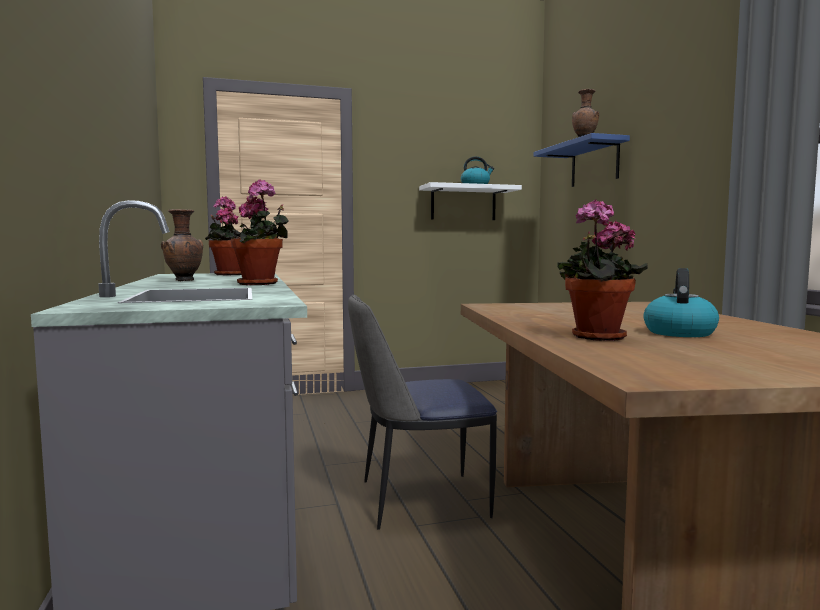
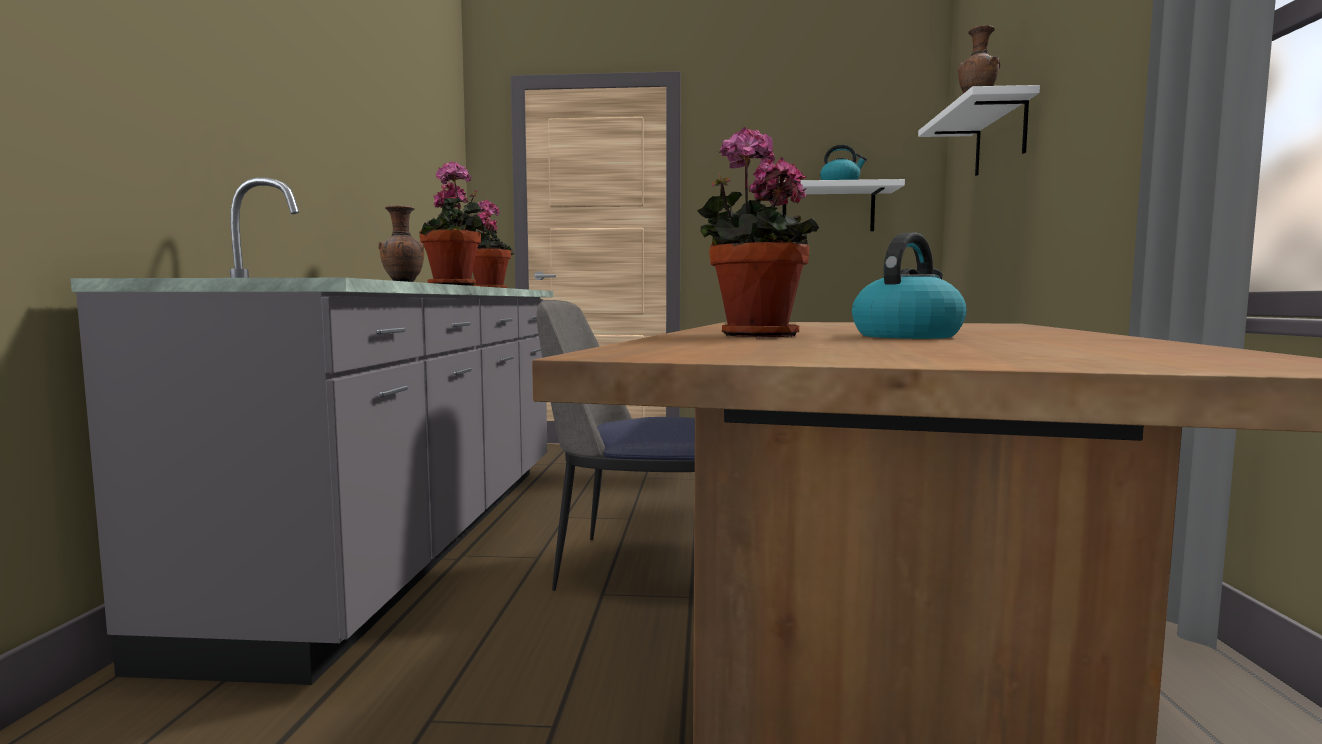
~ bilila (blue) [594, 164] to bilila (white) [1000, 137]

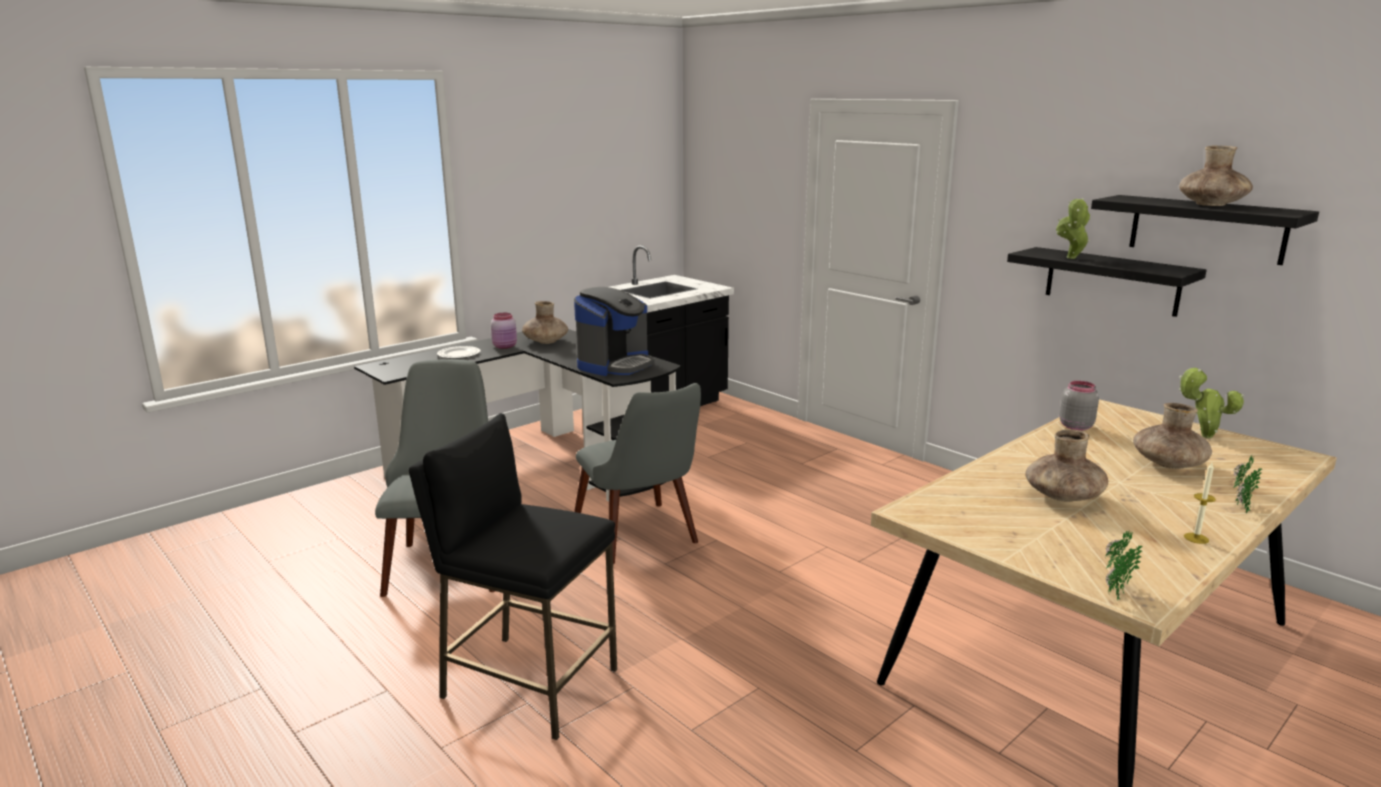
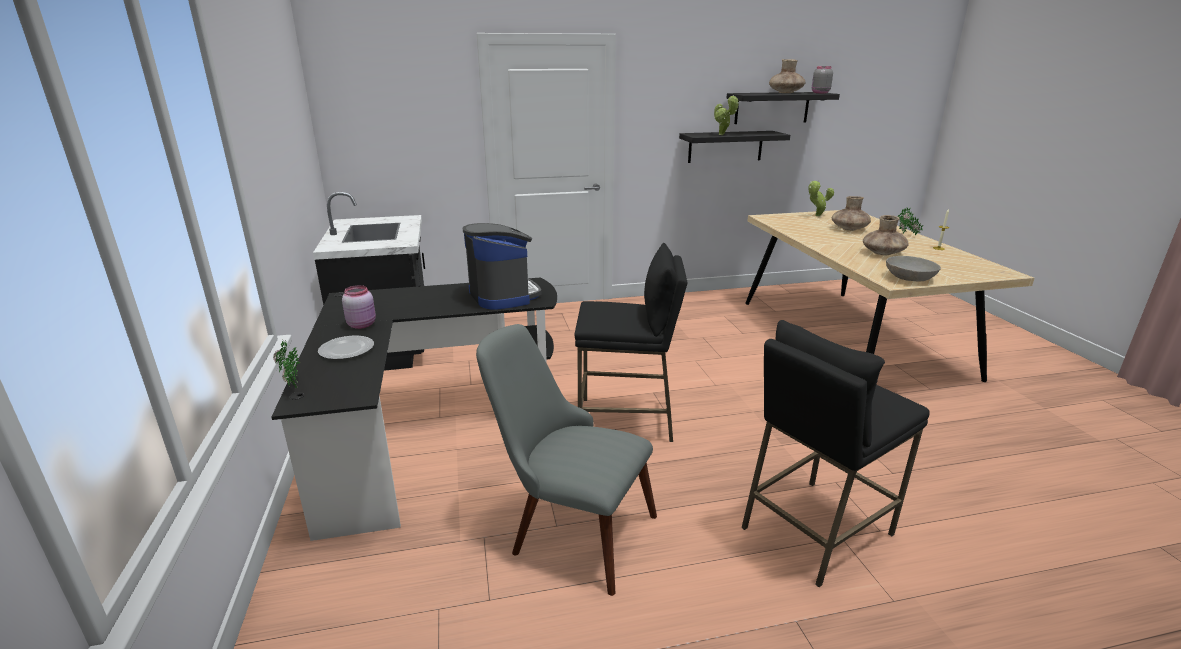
- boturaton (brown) [546, 341]
~ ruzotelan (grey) [643, 539] to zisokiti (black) [626, 420]
~ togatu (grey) [1075, 426] to [819, 93]
~ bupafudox [1114, 593] to [291, 386]
+ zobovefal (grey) [909, 278]

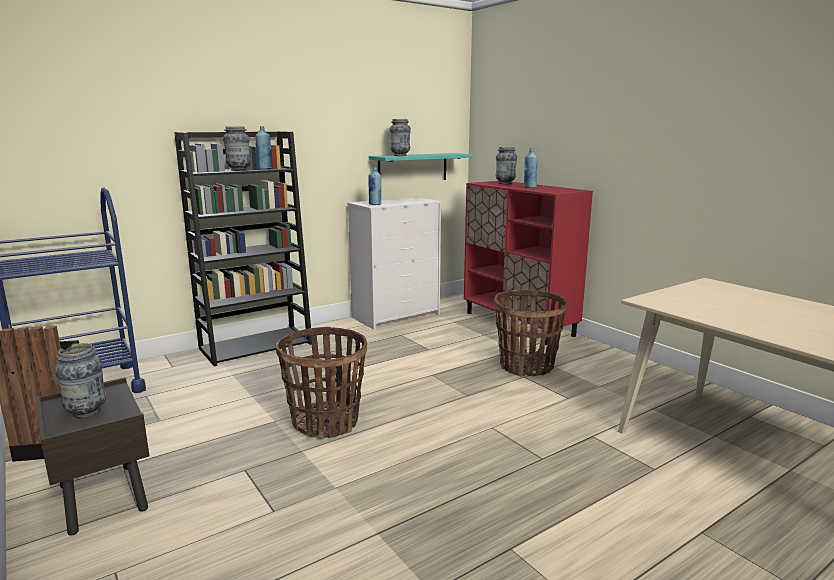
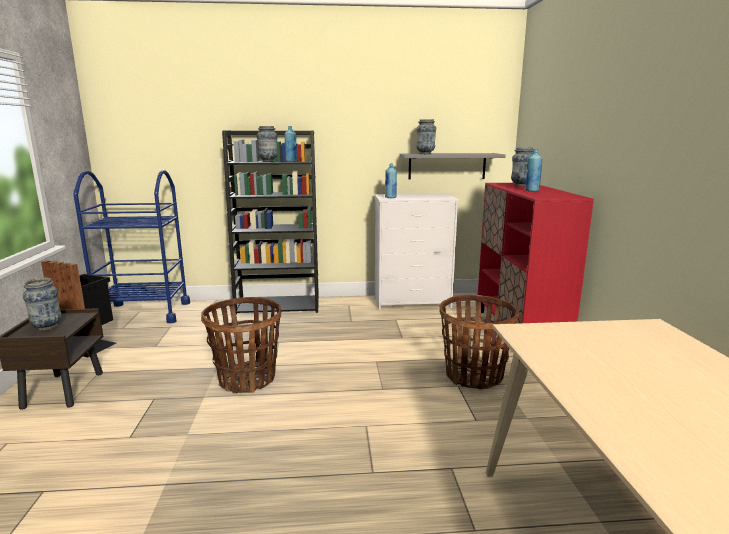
~ bilila (turquoise) [413, 168] to bilila (grey) [447, 166]

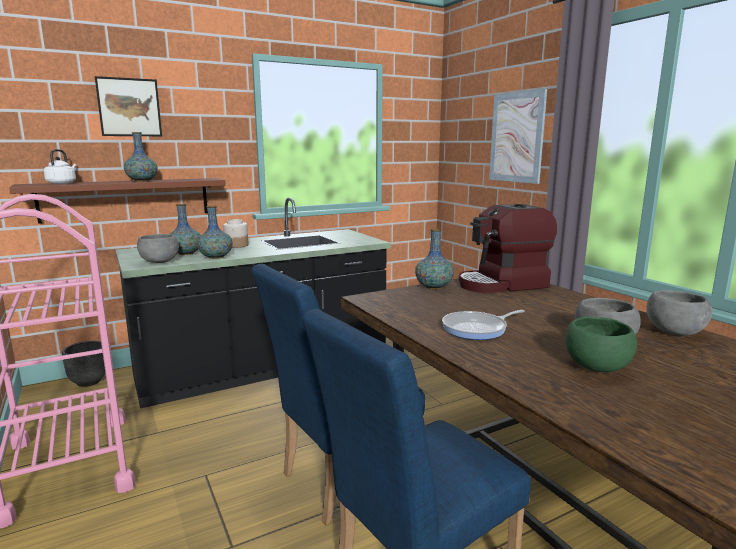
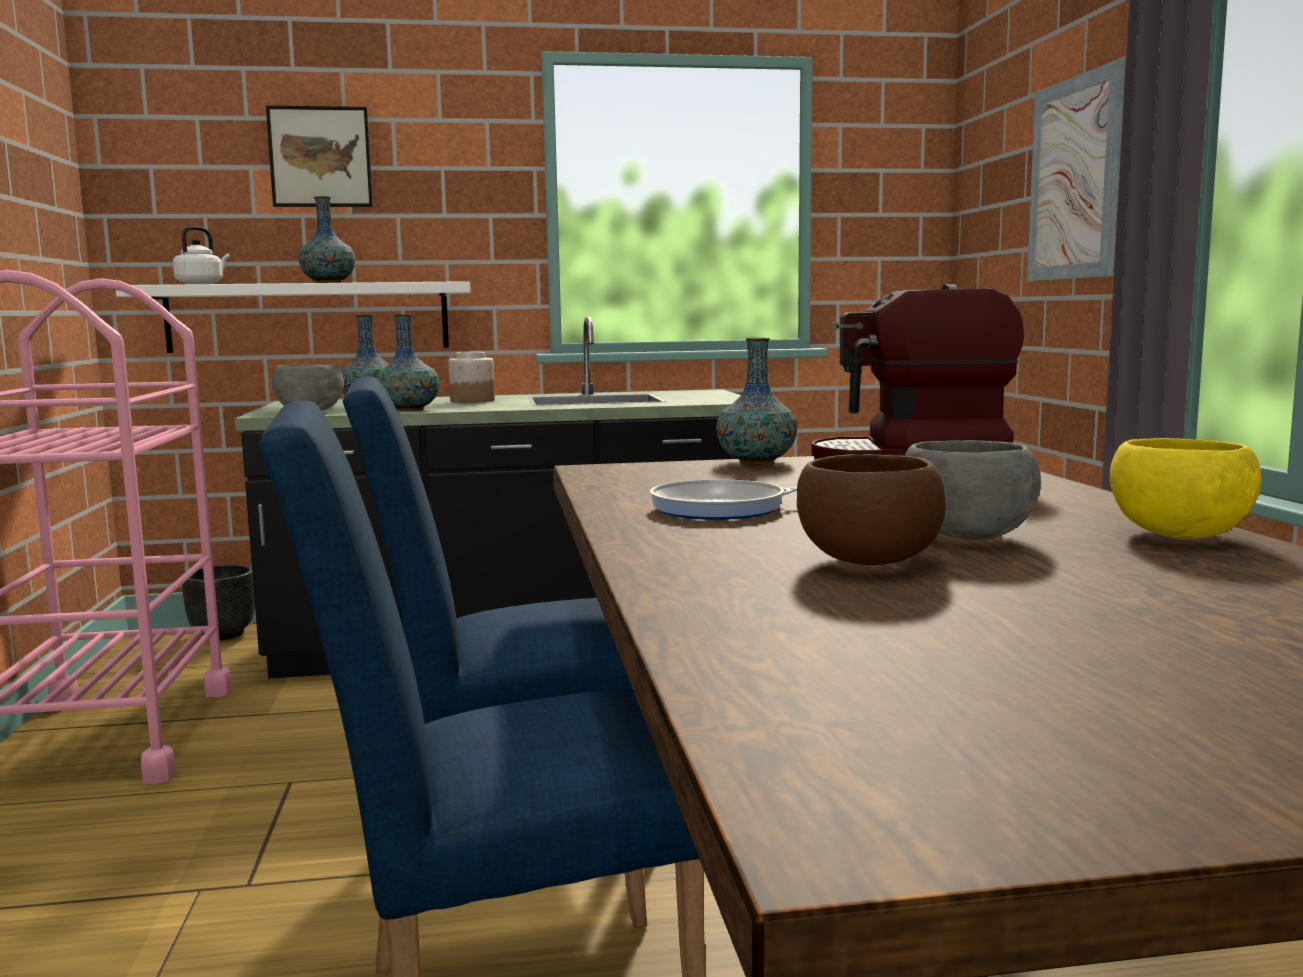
~ bilila (brown) [126, 199] to bilila (white) [308, 317]
~ zobovefal (green) [596, 367] to zobovefal (brown) [868, 562]
~ zobovefal (grey) [674, 332] to zobovefal (yellow) [1180, 536]

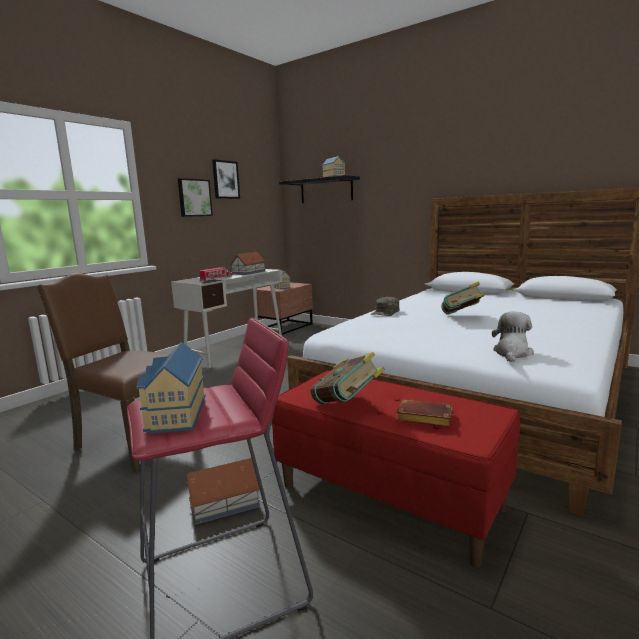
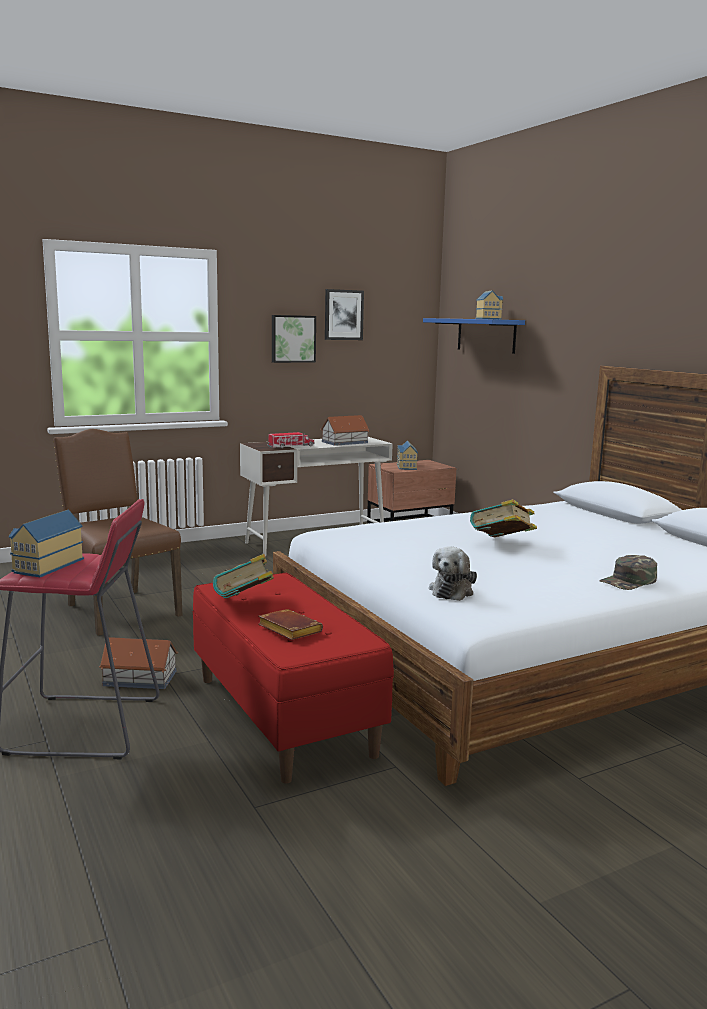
~ bilila (black) [326, 190] to bilila (blue) [486, 335]
~ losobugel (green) [385, 312] to [629, 581]
~ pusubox [512, 353] = [452, 591] 150 degrees clockwise

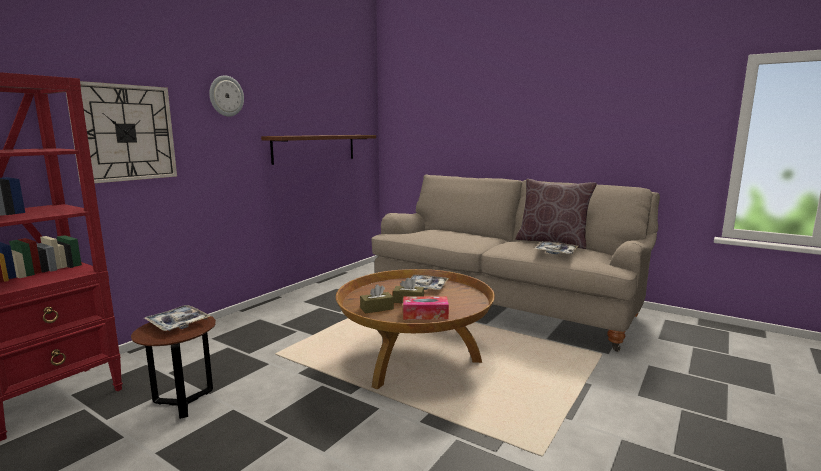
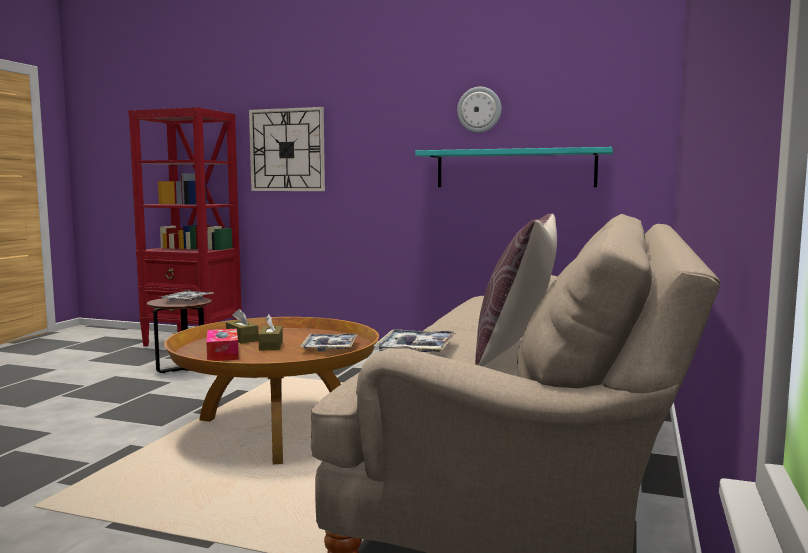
~ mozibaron [226, 96] to [479, 110]
~ bilila (brown) [315, 148] to bilila (turquoise) [515, 169]

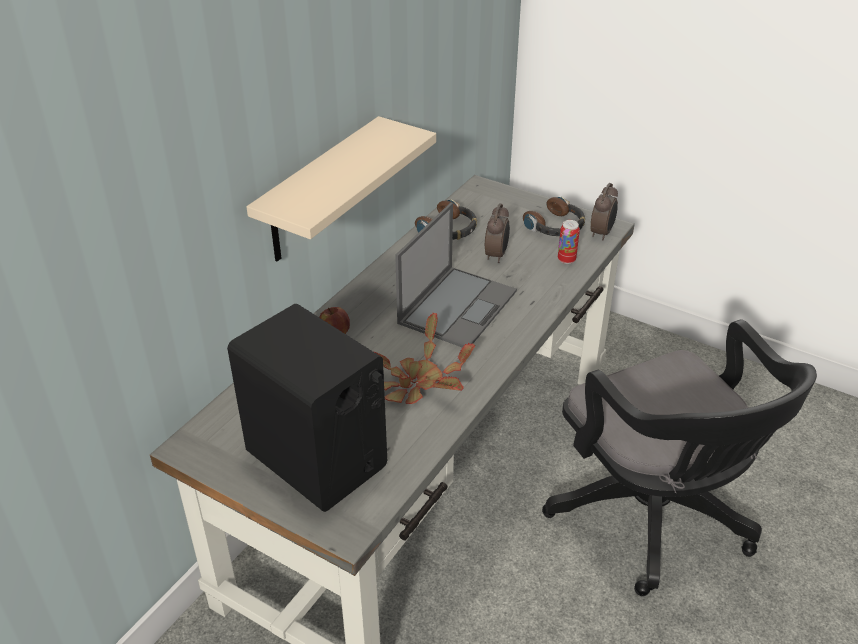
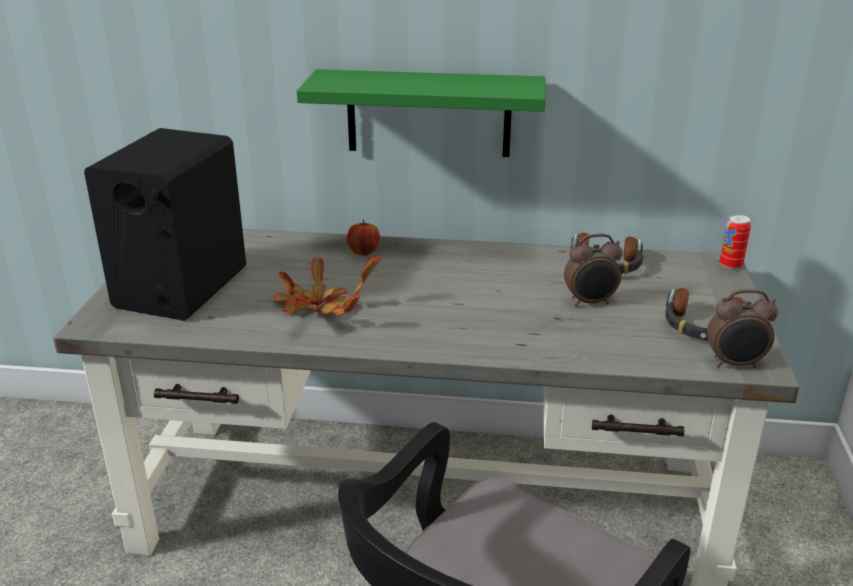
~ bilila (beige) [320, 191] to bilila (green) [428, 113]
- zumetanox [458, 306]
~ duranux [566, 260] to [730, 265]

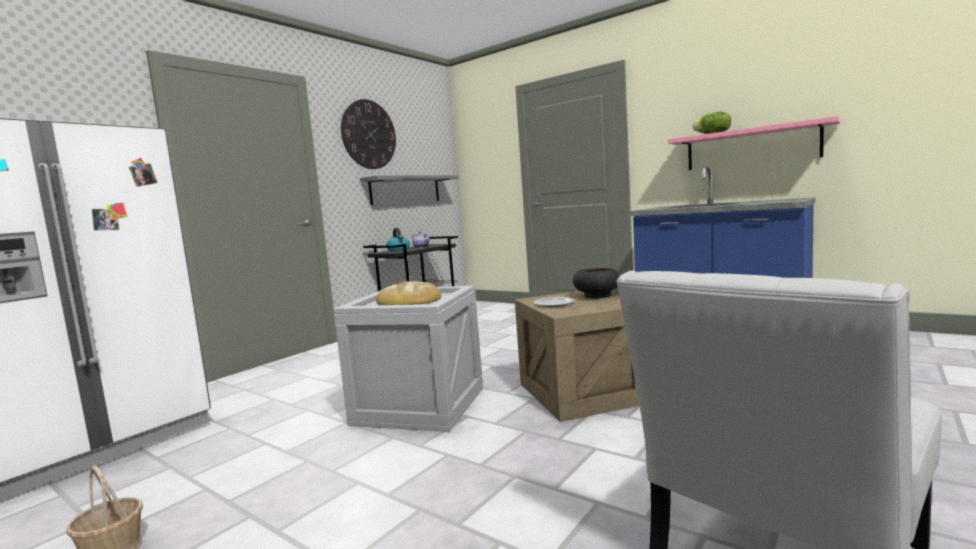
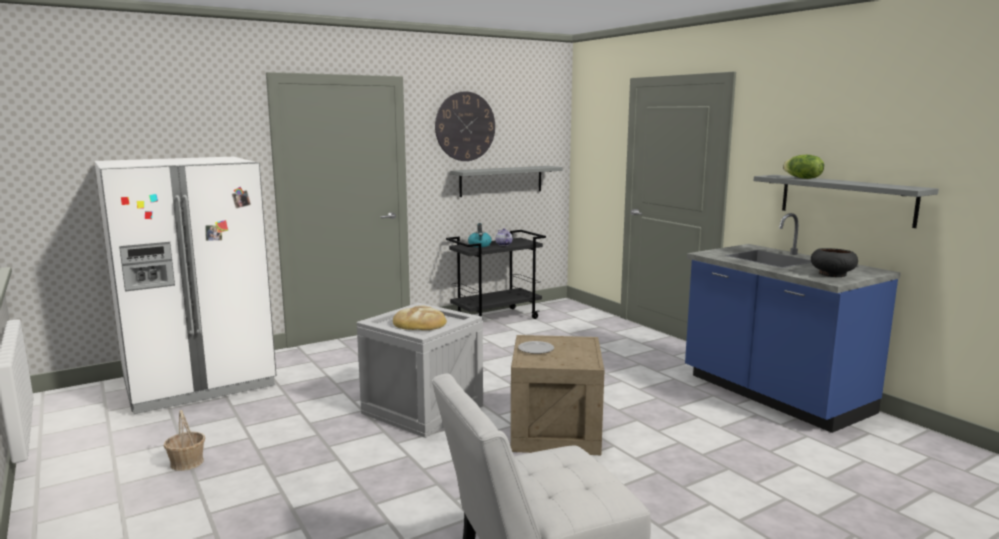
~ zobovefal (black) [596, 296] to [832, 274]
~ bilila (pink) [751, 147] to bilila (grey) [846, 199]

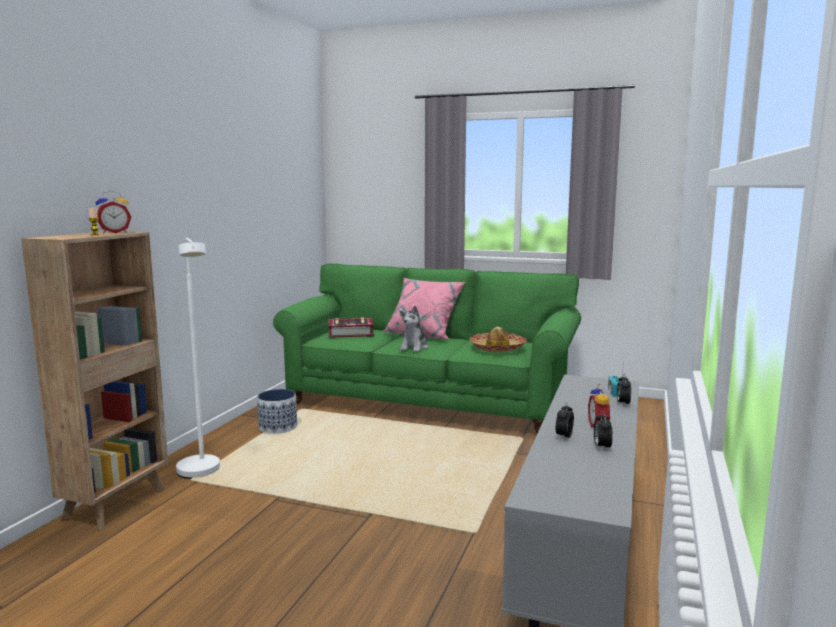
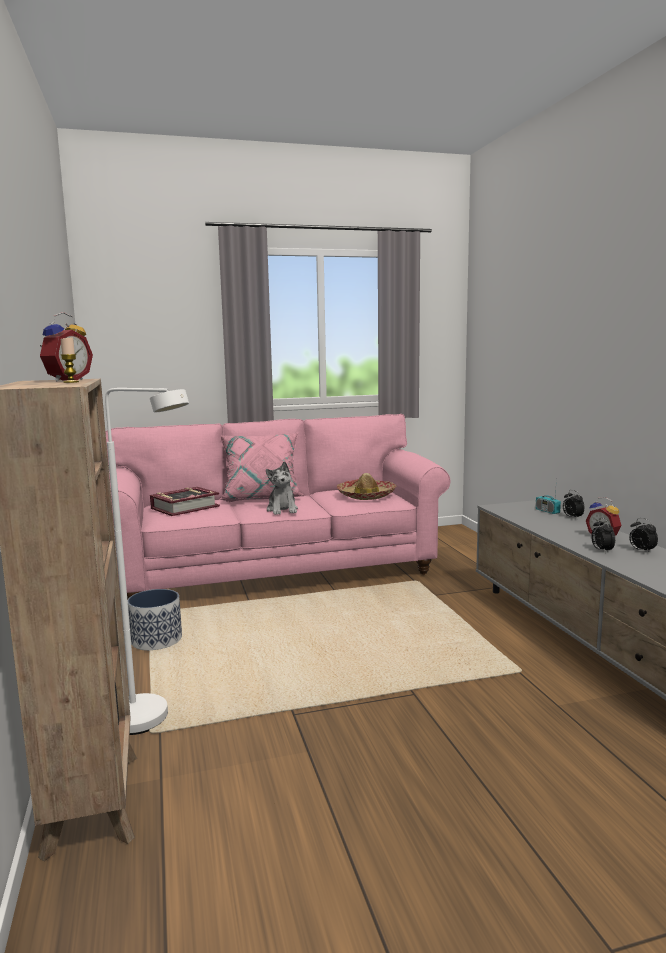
~ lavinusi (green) [428, 400] to lavinusi (pink) [276, 570]

